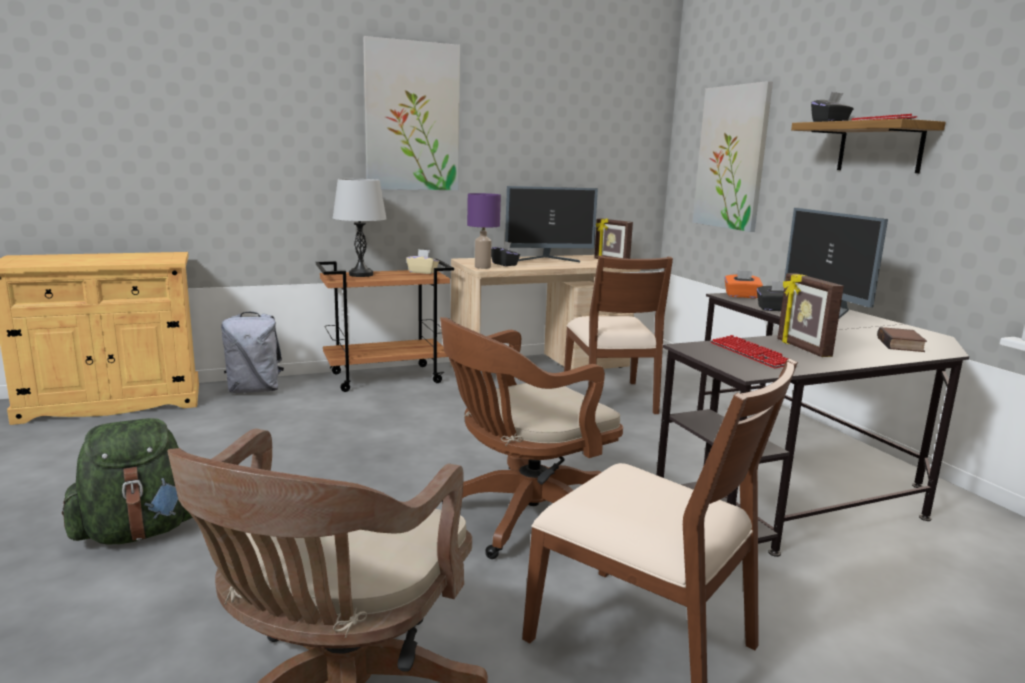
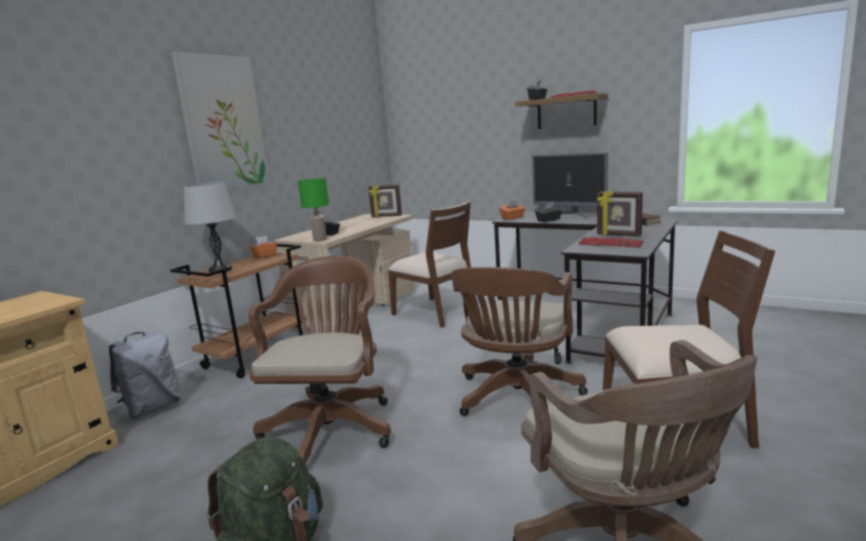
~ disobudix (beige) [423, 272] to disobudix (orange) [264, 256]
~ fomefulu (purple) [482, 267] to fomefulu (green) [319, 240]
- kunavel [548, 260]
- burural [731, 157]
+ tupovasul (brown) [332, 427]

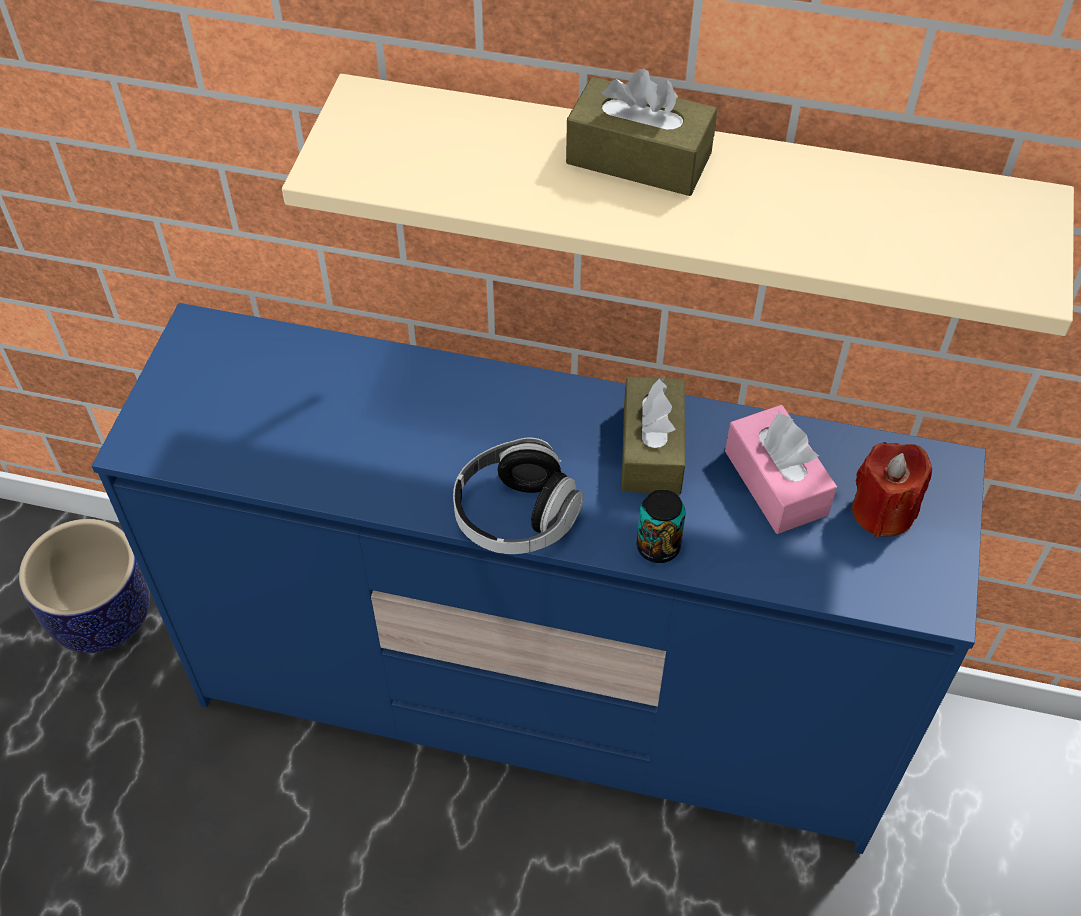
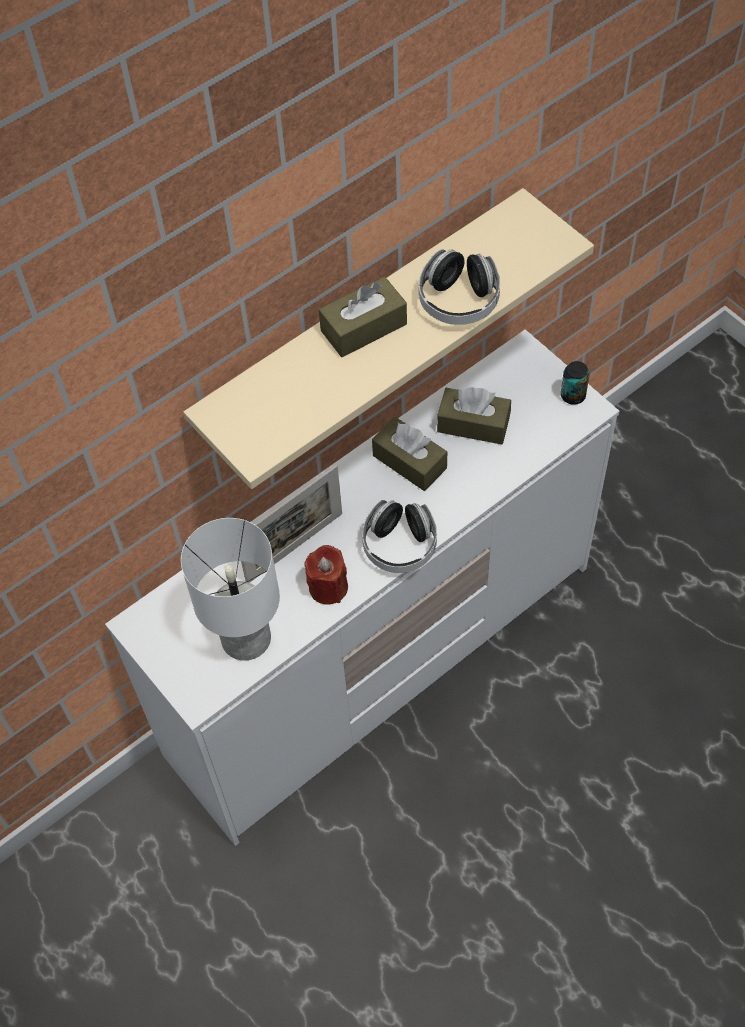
- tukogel [104, 616]
~ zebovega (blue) [542, 701] to zebovega (white) [382, 659]
~ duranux [658, 547] to [573, 395]
~ disobudix (pink) [775, 482] to disobudix (brown) [473, 424]
~ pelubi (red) [883, 511] to [328, 587]
+ fomefulu (white) [246, 640]
+ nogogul [294, 548]
+ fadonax [458, 301]

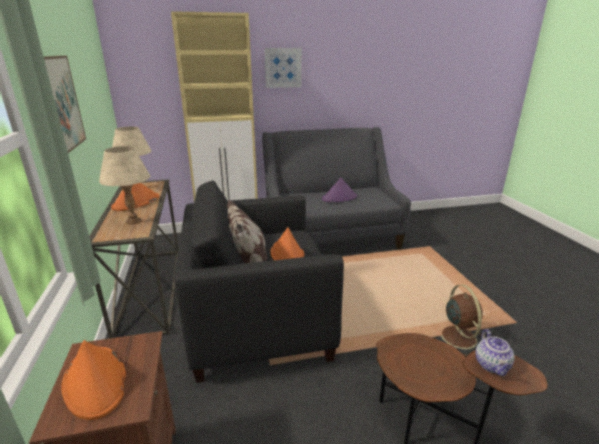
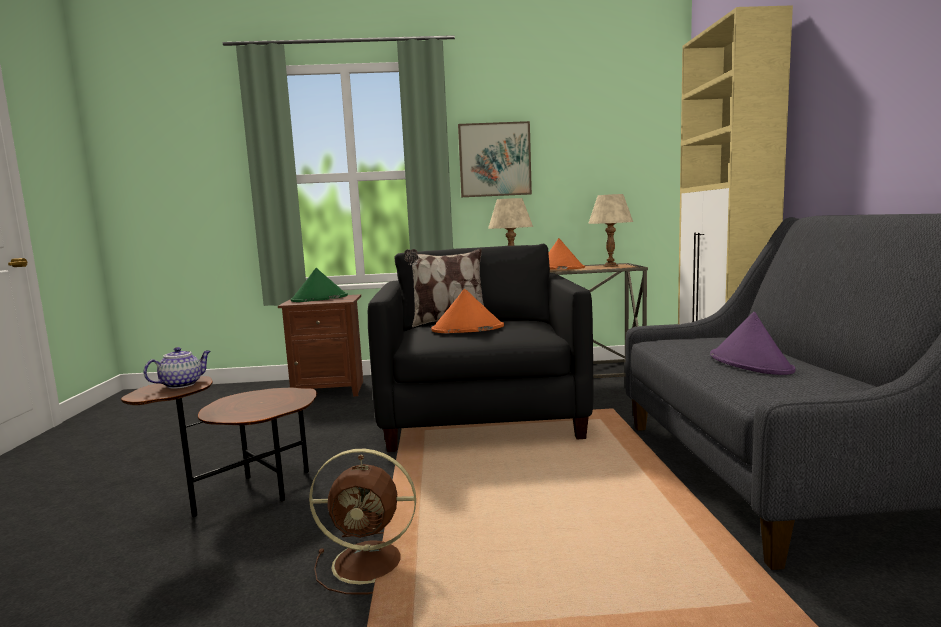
~ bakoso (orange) [95, 382] to bakoso (green) [319, 299]
- burural [283, 68]
~ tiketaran [492, 365] = [182, 384] 120 degrees clockwise

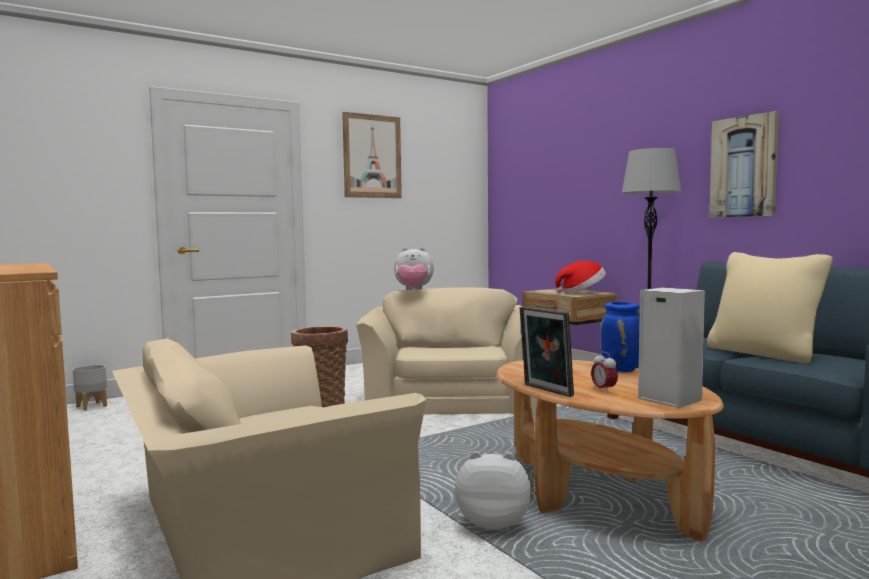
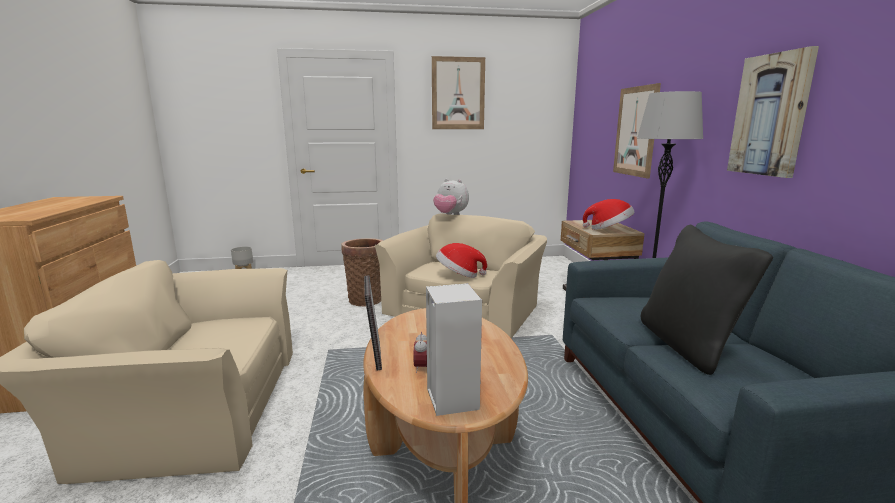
- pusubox [493, 524]
- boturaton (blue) [622, 370]
~ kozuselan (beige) [764, 353] to kozuselan (black) [688, 345]
+ bakoso [459, 275]
+ burural [635, 131]

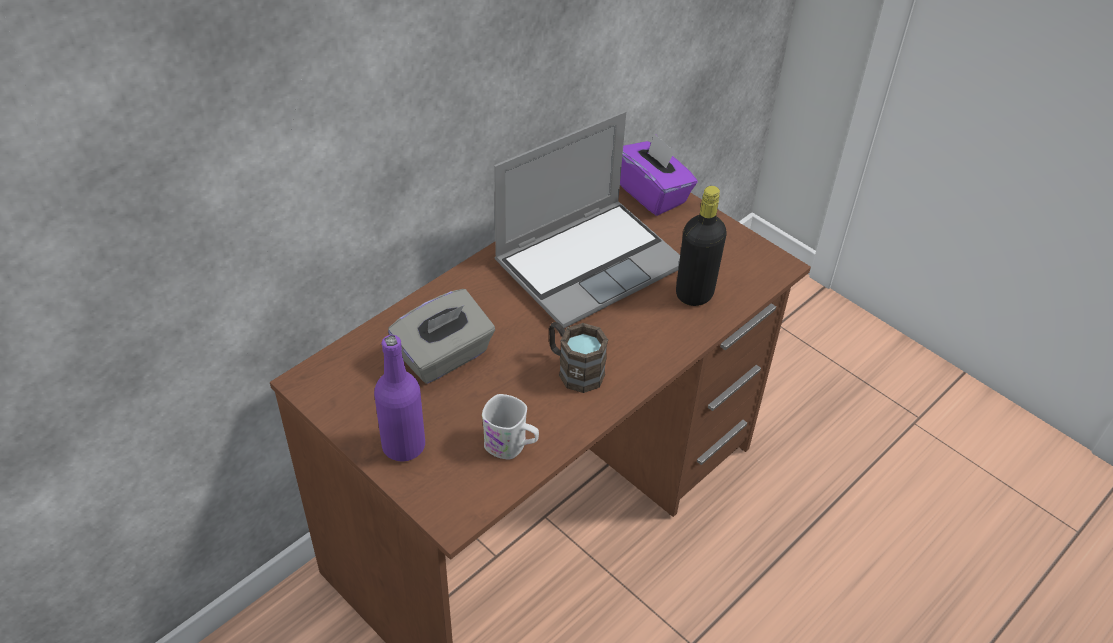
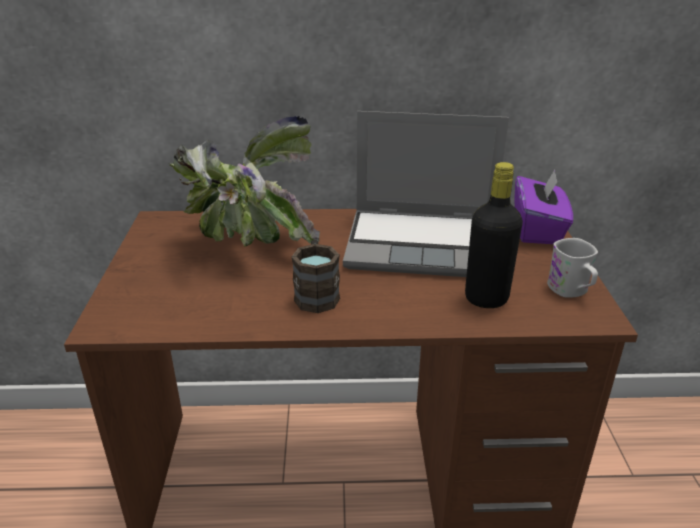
- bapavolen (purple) [403, 446]
~ disobudix (grey) [444, 356] to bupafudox [246, 245]
~ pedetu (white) [511, 446] to [571, 291]

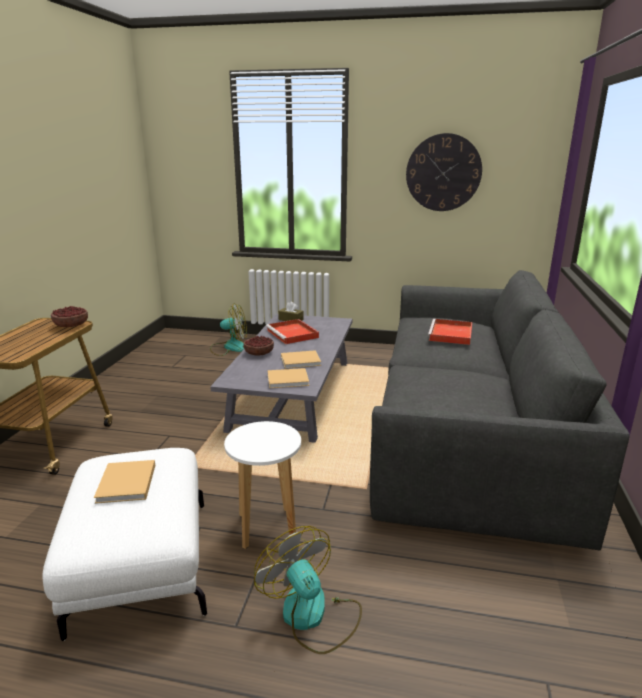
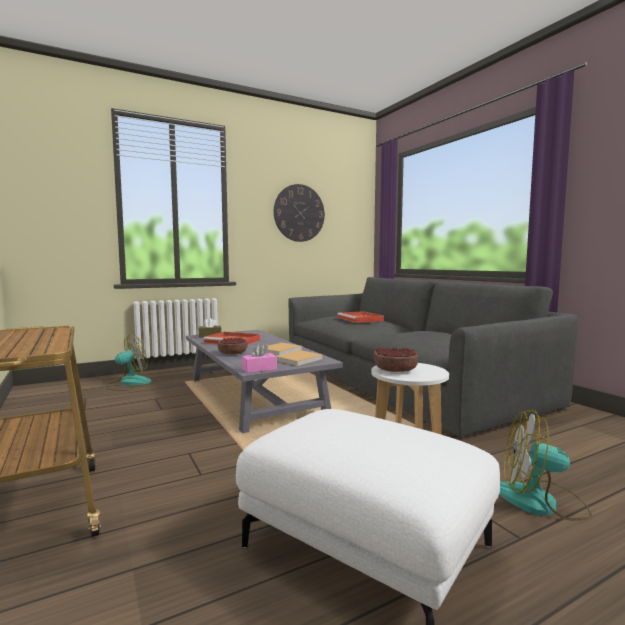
~ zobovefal [71, 325] to [394, 370]
- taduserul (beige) [126, 484]
+ disobudix (pink) [259, 369]

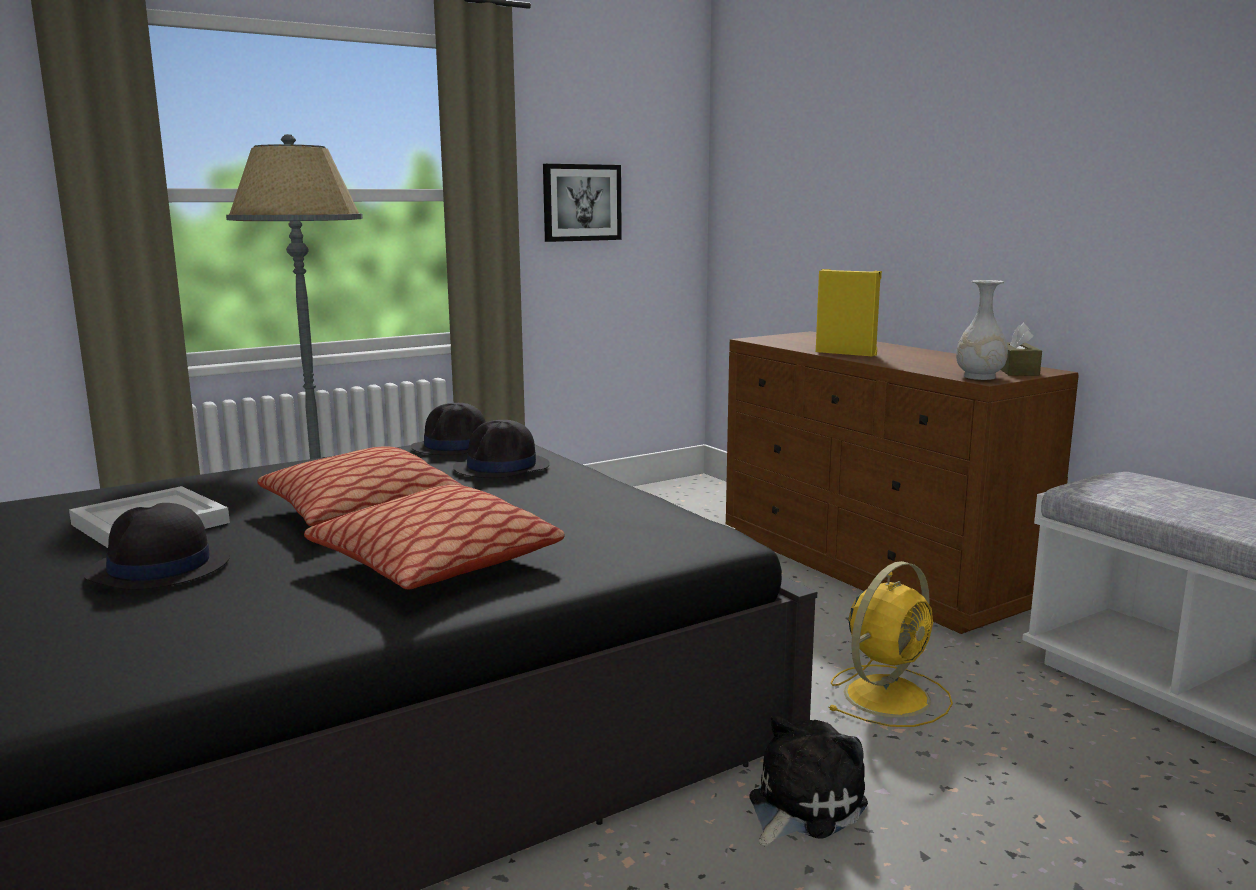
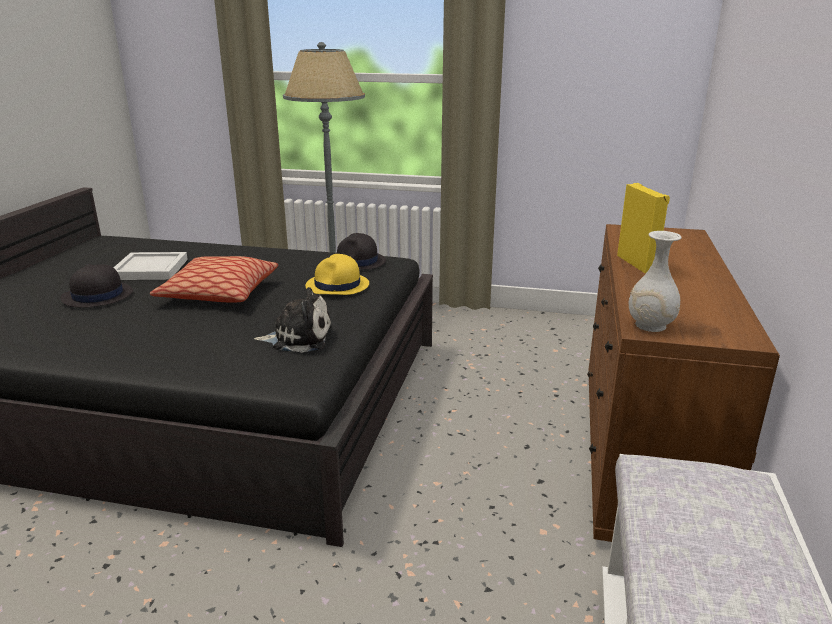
- kozuselan [437, 564]
~ bakoso (black) [502, 468] to bakoso (yellow) [337, 286]
- burural [581, 202]
~ pusubox [801, 806] to [298, 338]
- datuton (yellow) [889, 695]
- disobudix (brown) [1016, 370]

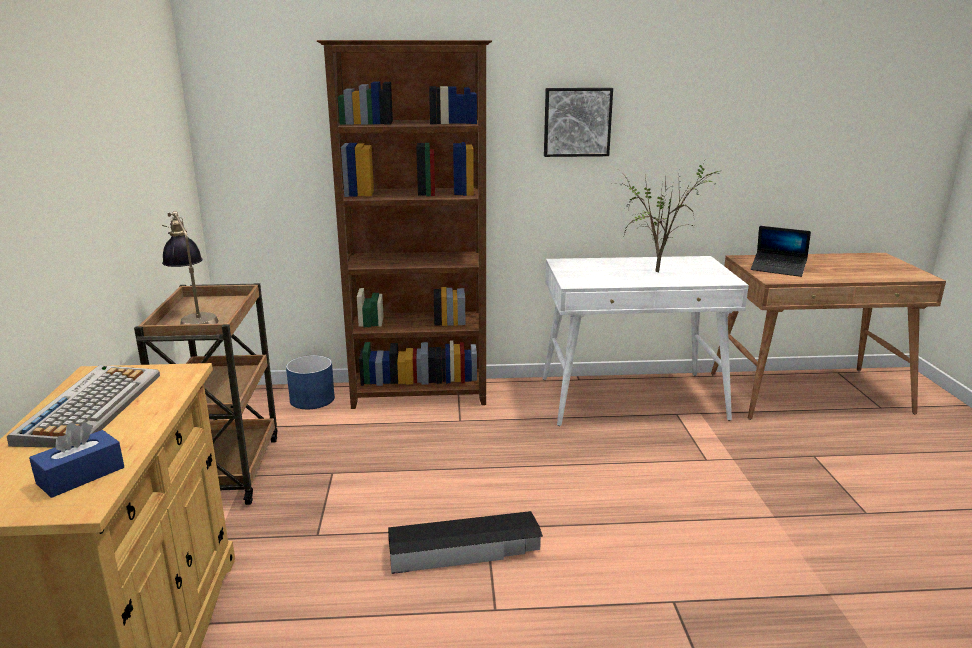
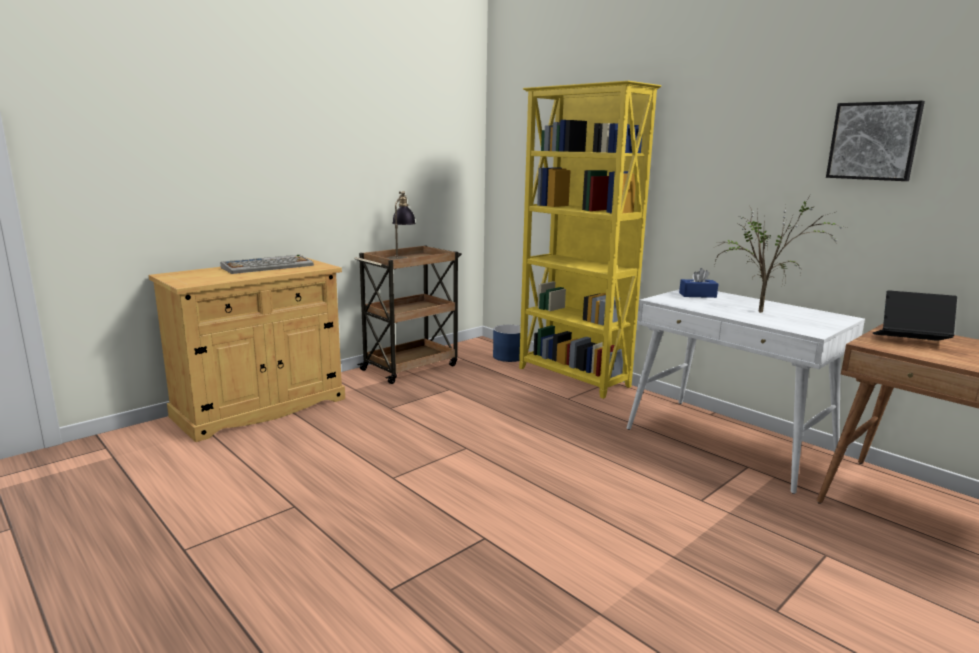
~ disobudix (blue) [81, 475] to [697, 295]
~ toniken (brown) [420, 395] to toniken (yellow) [573, 378]
- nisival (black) [465, 549]
~ burural [577, 122] to [874, 141]
~ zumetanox [778, 269] = [909, 342] 120 degrees clockwise

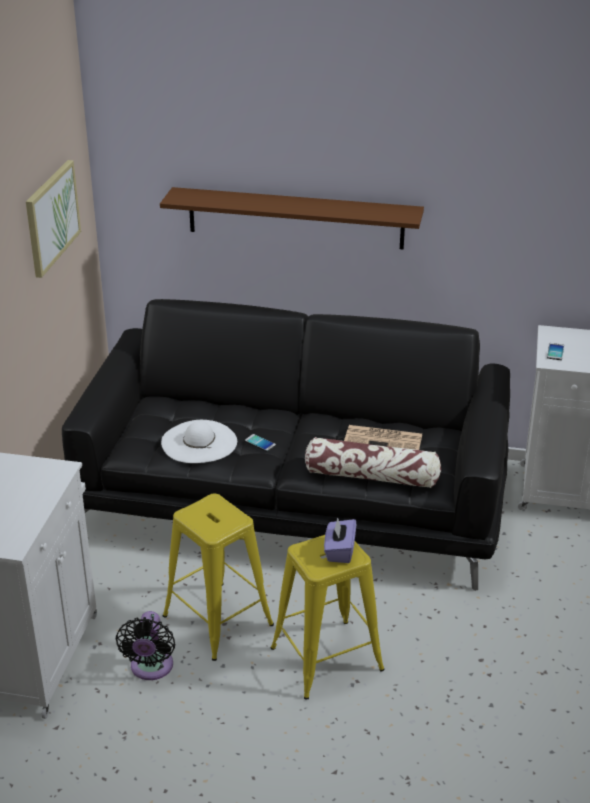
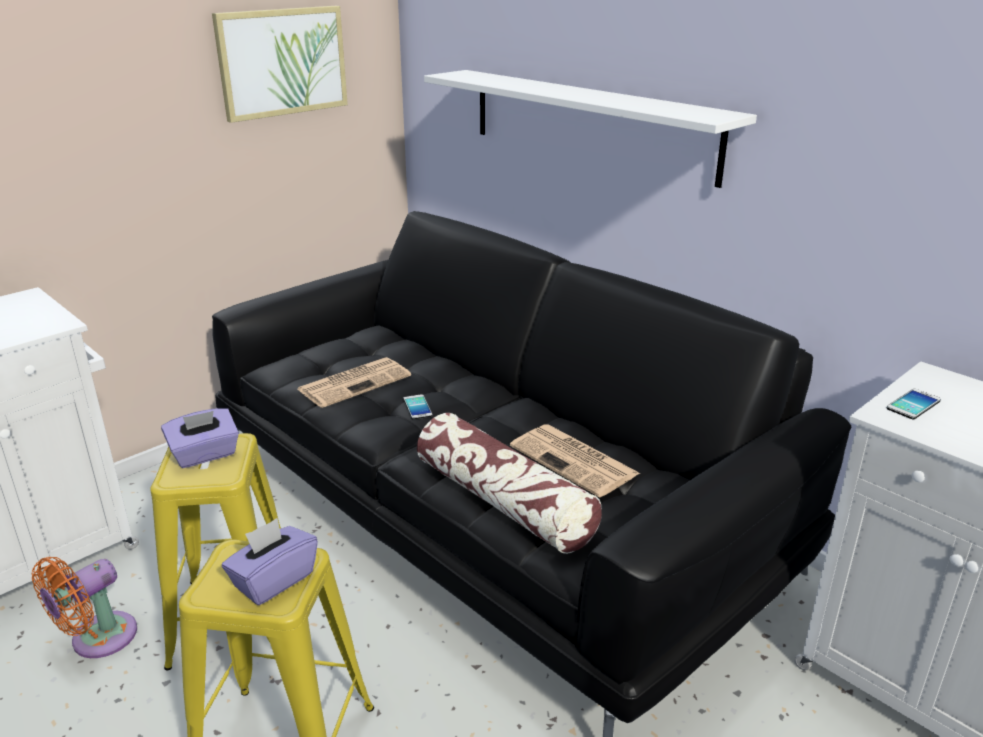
~ datuton (black) [151, 668] to datuton (orange) [98, 639]
~ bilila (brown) [295, 218] to bilila (white) [589, 123]
~ bakoso (white) [199, 442] to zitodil [355, 382]
+ disobudix (purple) [205, 455]

